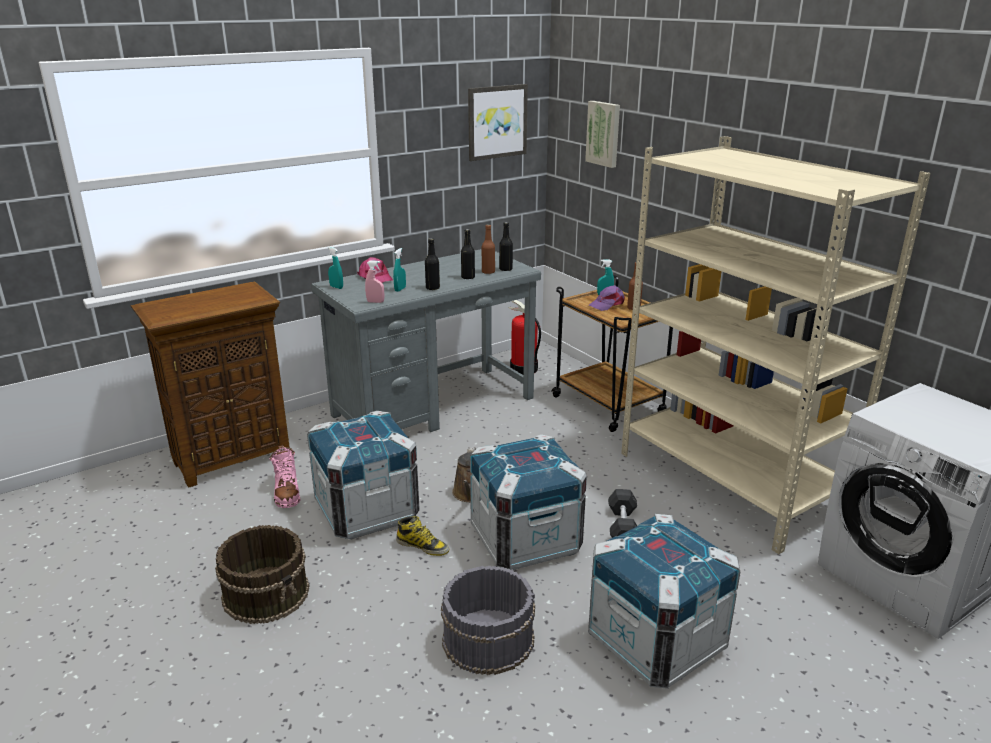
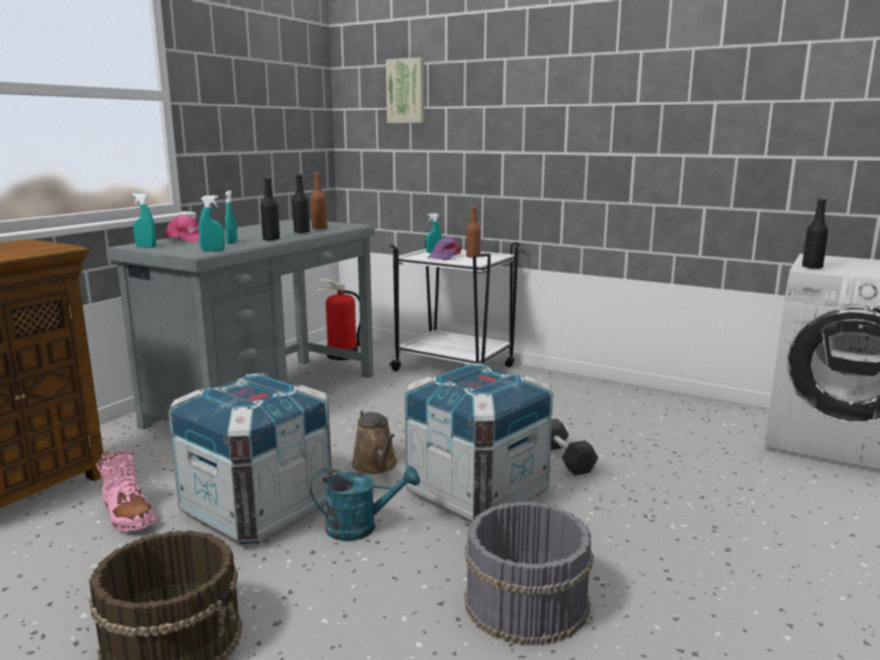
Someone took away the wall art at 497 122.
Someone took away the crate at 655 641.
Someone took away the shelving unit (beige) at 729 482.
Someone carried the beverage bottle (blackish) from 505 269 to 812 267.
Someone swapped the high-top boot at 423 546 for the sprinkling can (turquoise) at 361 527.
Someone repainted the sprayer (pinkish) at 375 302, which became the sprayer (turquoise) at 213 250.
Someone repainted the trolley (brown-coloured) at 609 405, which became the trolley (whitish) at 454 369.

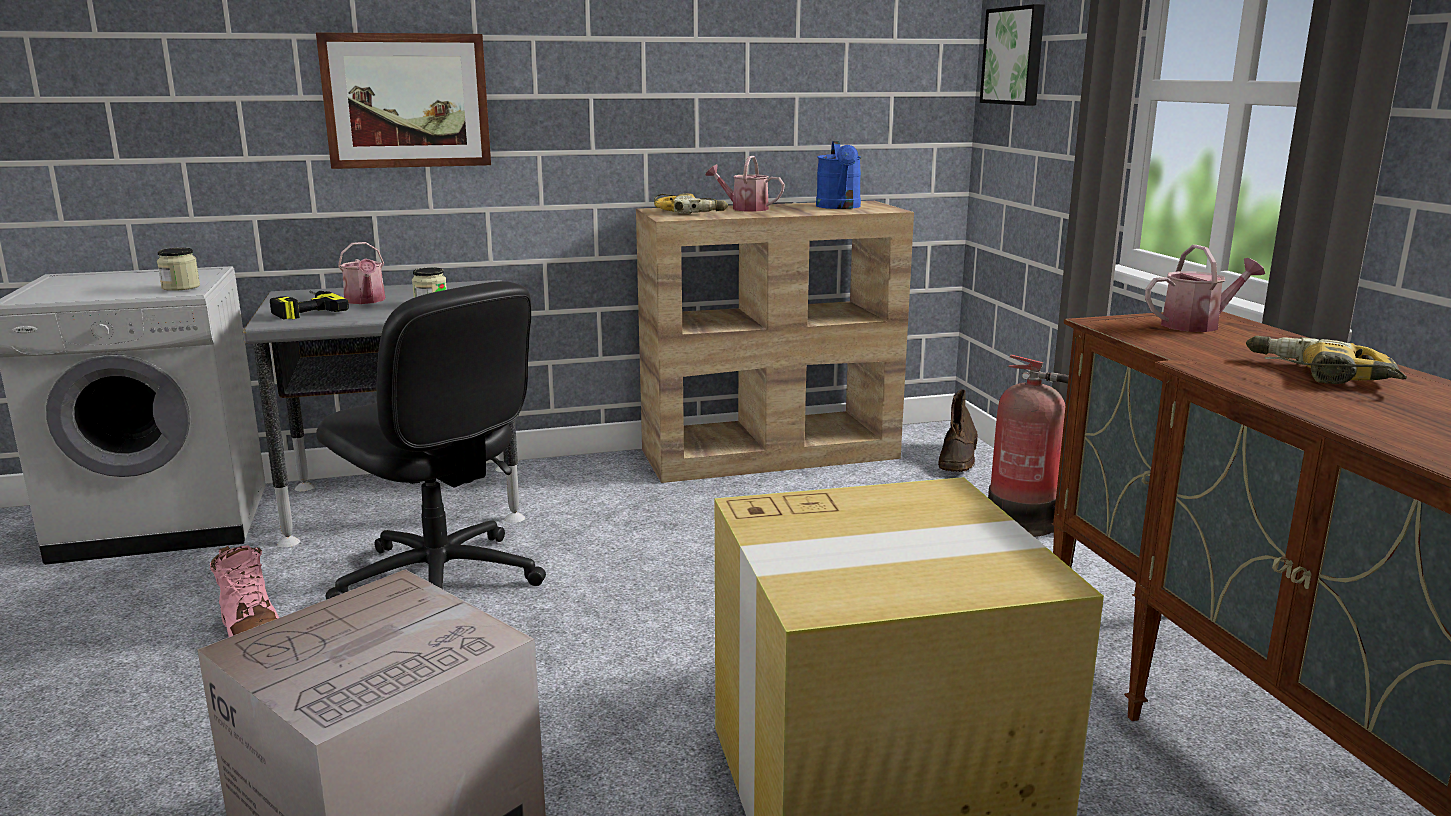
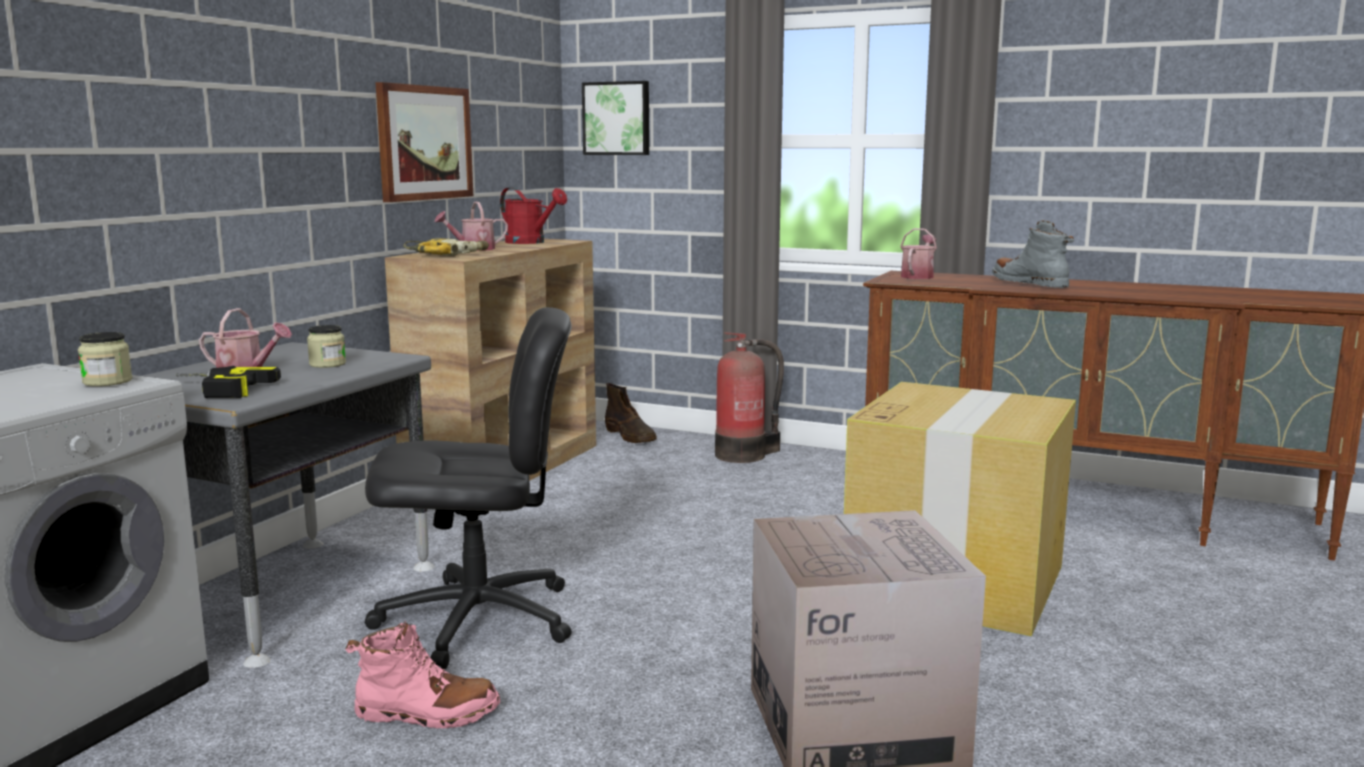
Someone carried the wall art from 406 101 to 424 143.
Someone swapped the power drill at 1318 375 for the high-top boot (greyish) at 1030 284.
Someone repainted the sprinkling can (blue-coloured) at 839 207, which became the sprinkling can (red) at 531 242.

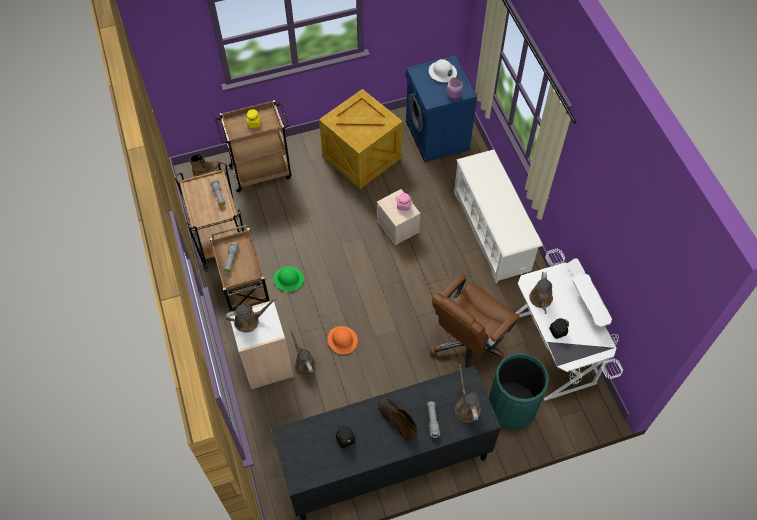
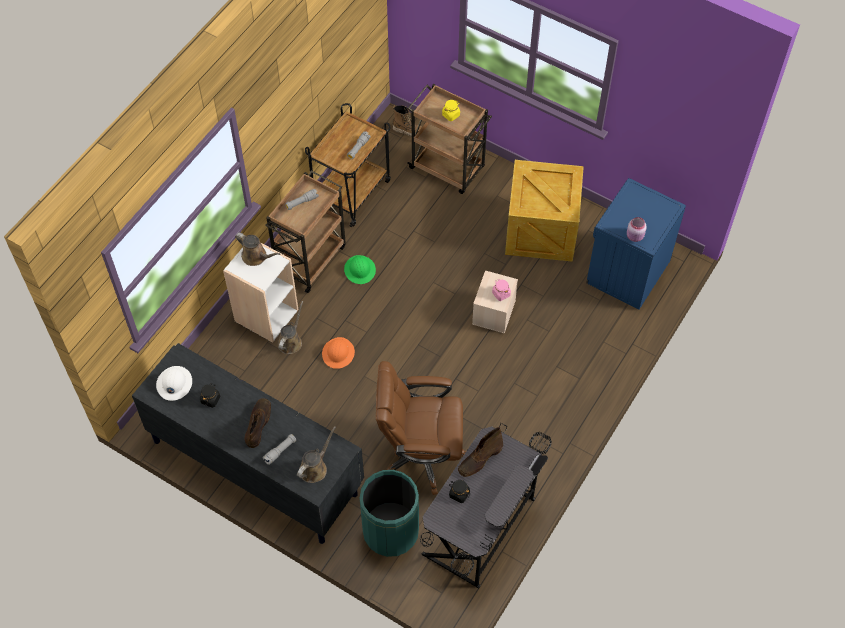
Someone took away the shoe stand (whitish) at 492 231.
Someone carried the safety helmet (whitish) from 442 73 to 174 384.
Someone swapped the sprinkling can (brown-coloured) at 541 300 for the high-top boot (brown-coloured) at 480 459.
Someone repainted the desk table (whitish) at 553 350, which became the desk table (blackish) at 482 528.

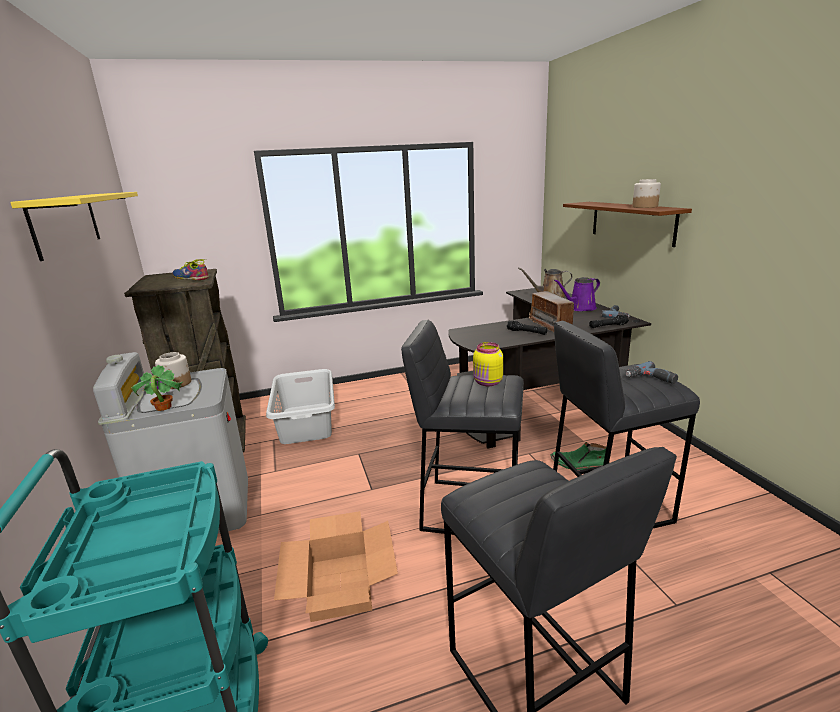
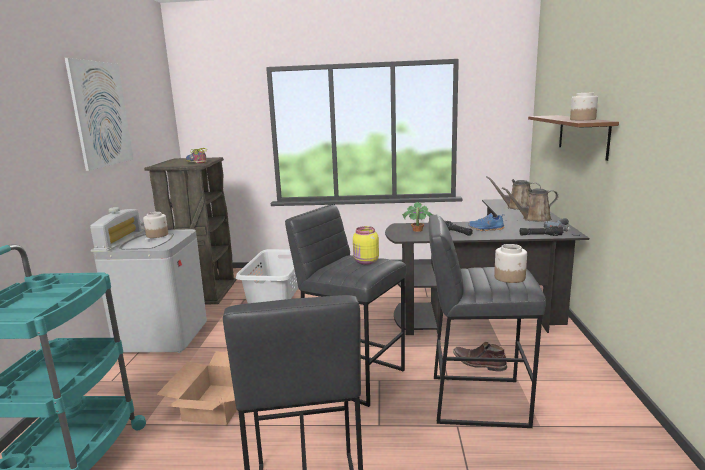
Someone carried the potted plant from 163 408 to 417 230.
Someone swapped the wall shelf (yellowish) at 66 223 for the wall art at 101 114.
Someone swapped the radio receiver at 551 325 for the item of footwear (blue-coloured) at 486 229.
Someone swapped the power drill at 651 379 for the jar at 510 277.
Someone repainted the high-top boot (greenish) at 579 465, which became the high-top boot (brown-coloured) at 478 363.
Someone repainted the sprinkling can (purple) at 580 308, which became the sprinkling can (brown-coloured) at 533 219.

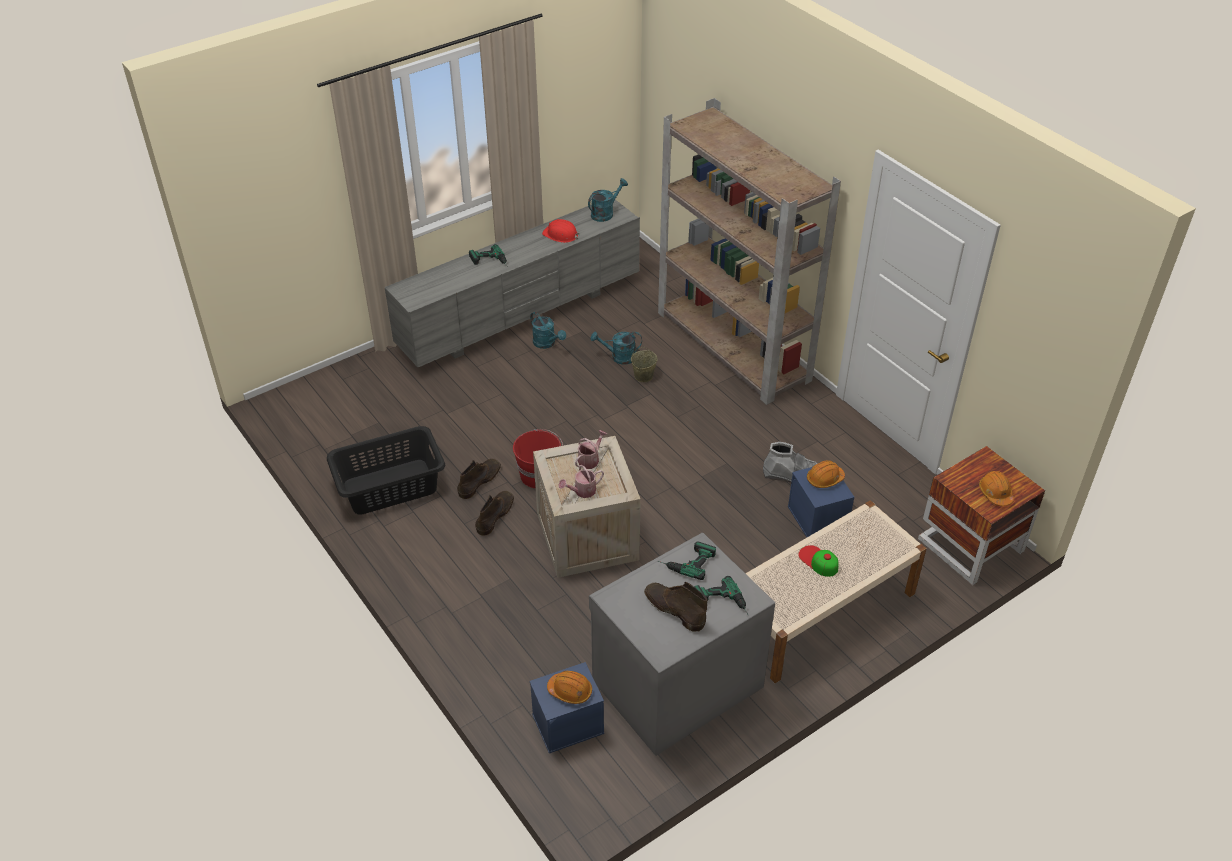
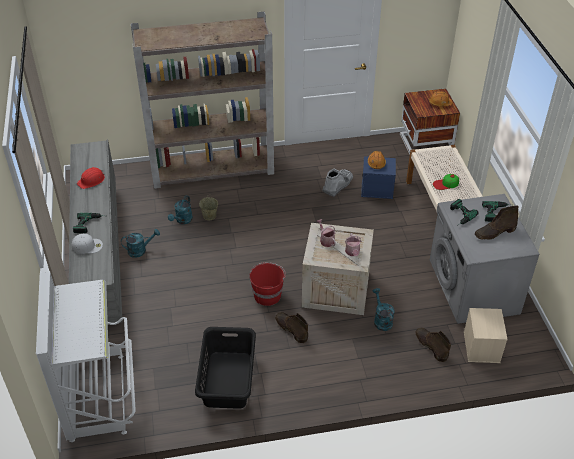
Someone took away the safety helmet (orange-coloured) at 570 691.
Someone put down the shoe stand (whitish) at 101 396.
Someone put down the baseball cap (whitish) at 87 246.
Someone carried the high-top boot (brown-coloured) from 479 481 to 431 346.
Someone carried the sprinkling can (turquoise) from 605 213 to 381 320.
Someone repainted the storage box (blue-coloured) at 568 723, which became the storage box (beige) at 481 346.

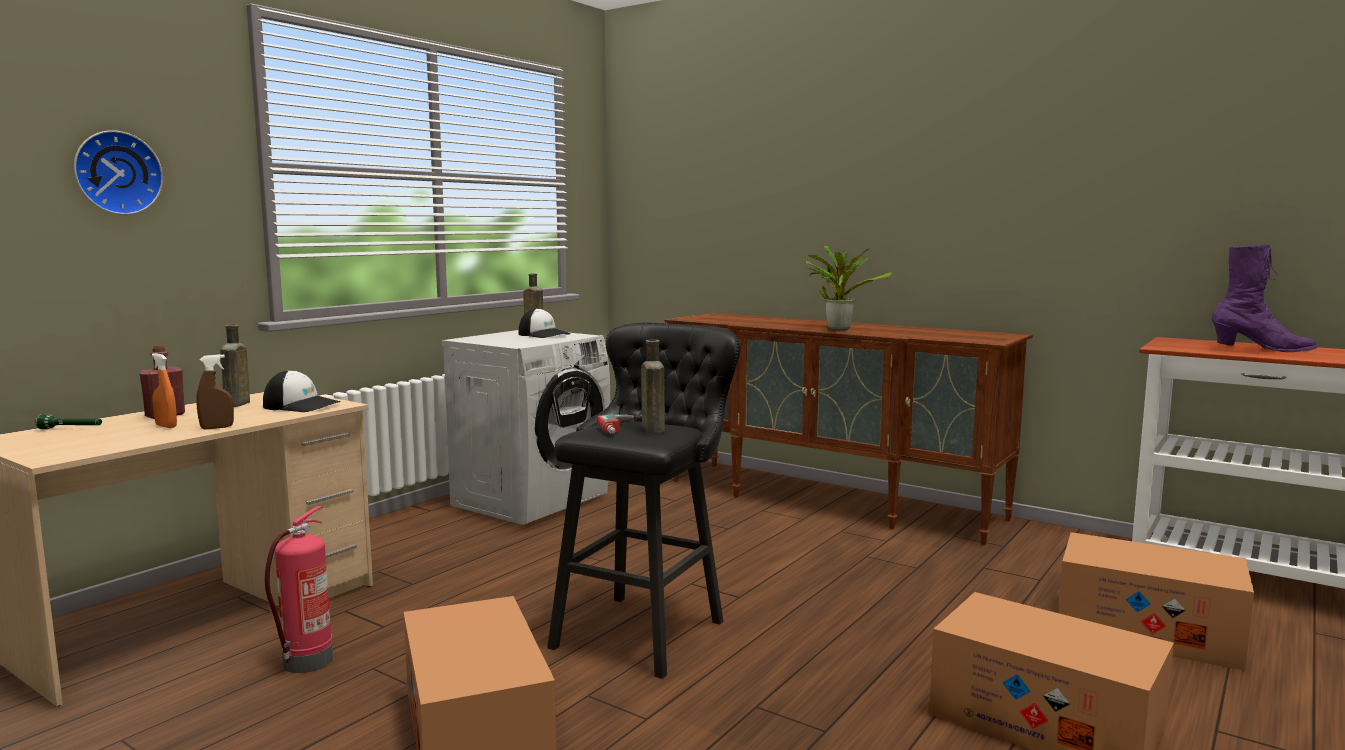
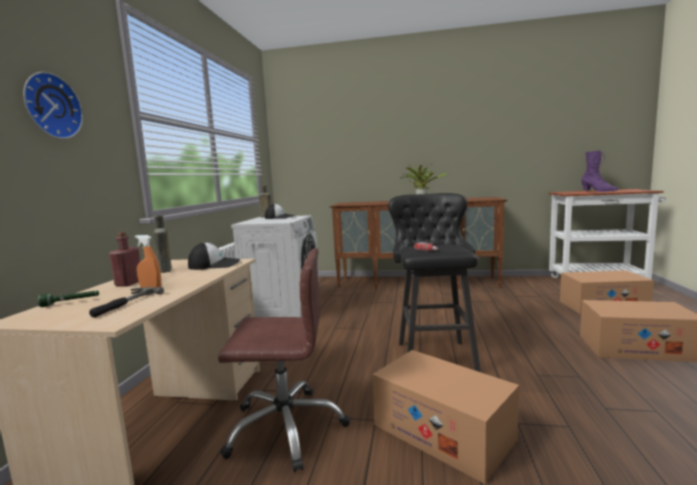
Someone took away the sprayer (brown-coloured) at 217 428.
Someone took away the beverage bottle (brown-coloured) at 652 429.
Someone put down the hand hammer at 124 304.
Someone swapped the fire-fighting cylinder at 307 663 for the office chair (brown-coloured) at 286 427.
Someone rotated the high-top boot (purple) at 1262 349 by 75 degrees clockwise.

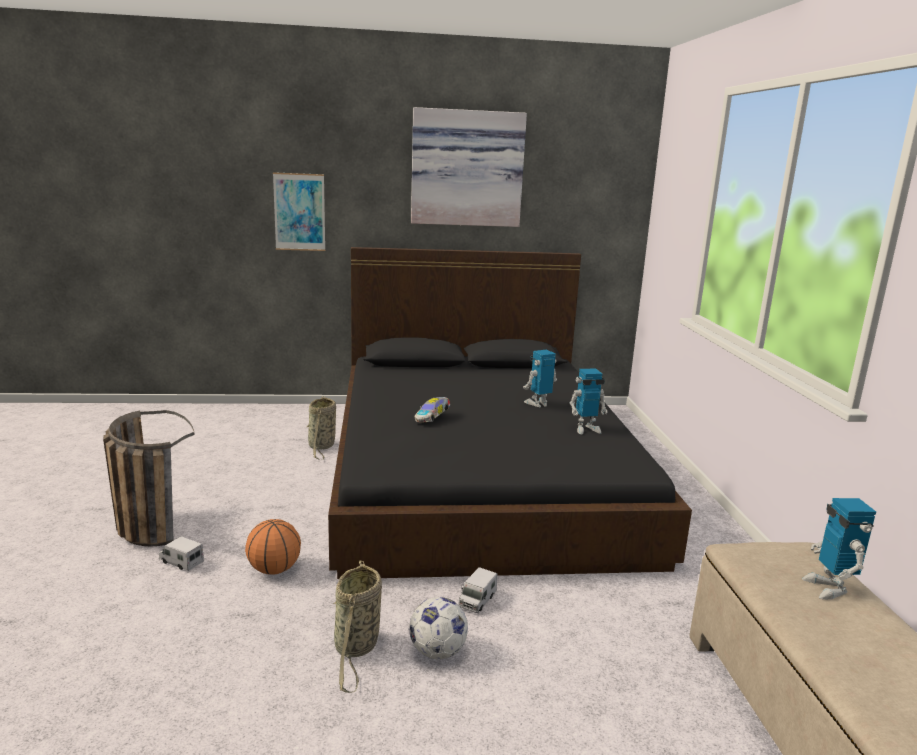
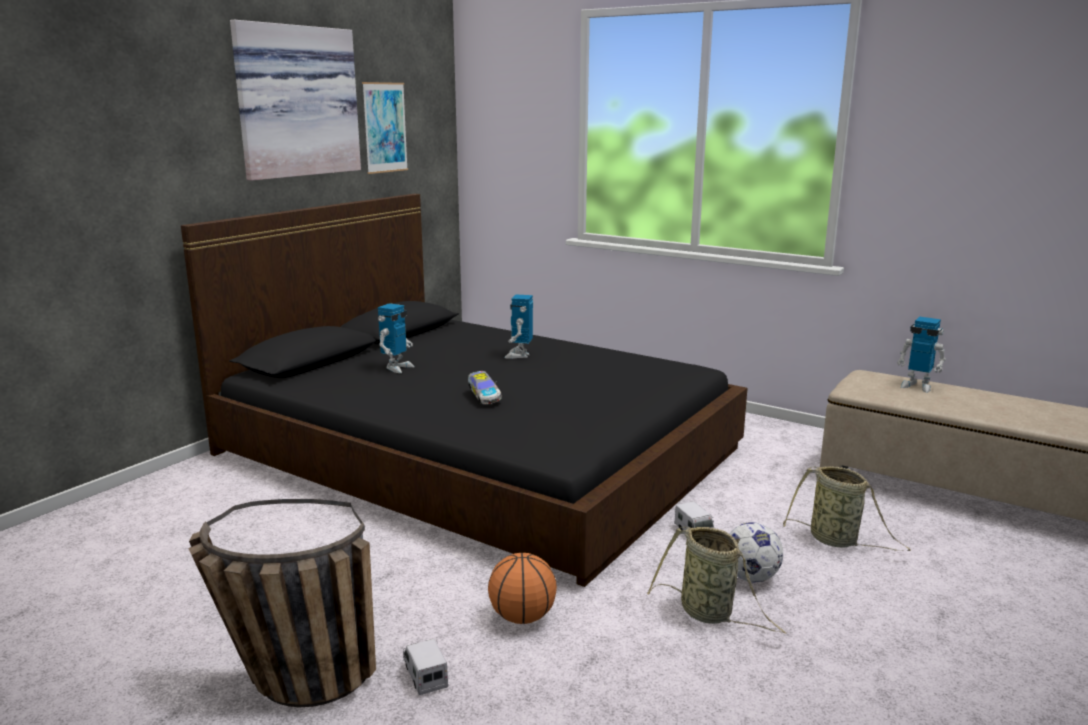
Someone carried the wall art from 299 212 to 385 127.
Someone carried the storage basket from 321 447 to 837 541.
Someone carried the robot figure from 586 429 to 397 368.
Someone rotated the model truck at 181 562 by 90 degrees clockwise.

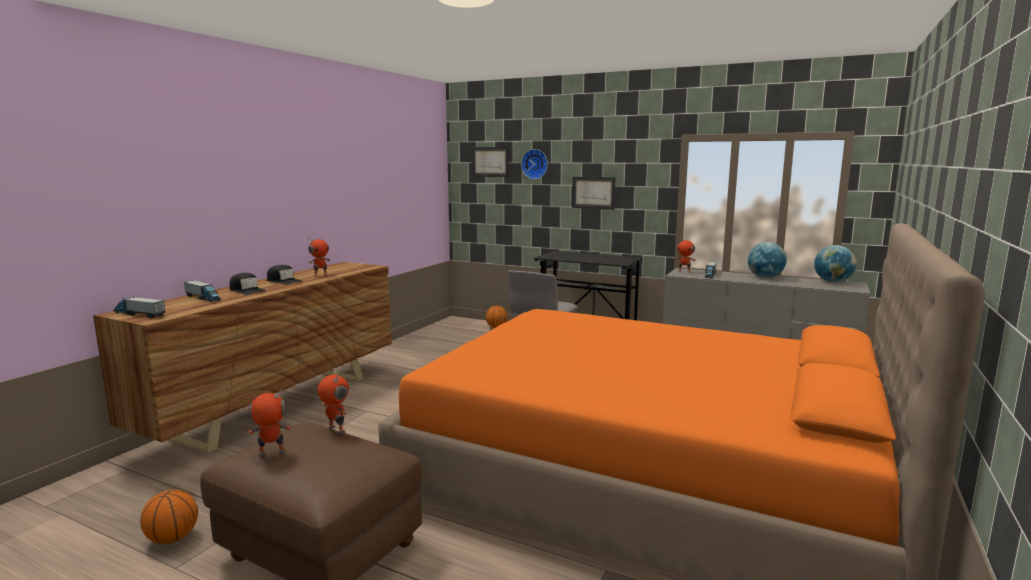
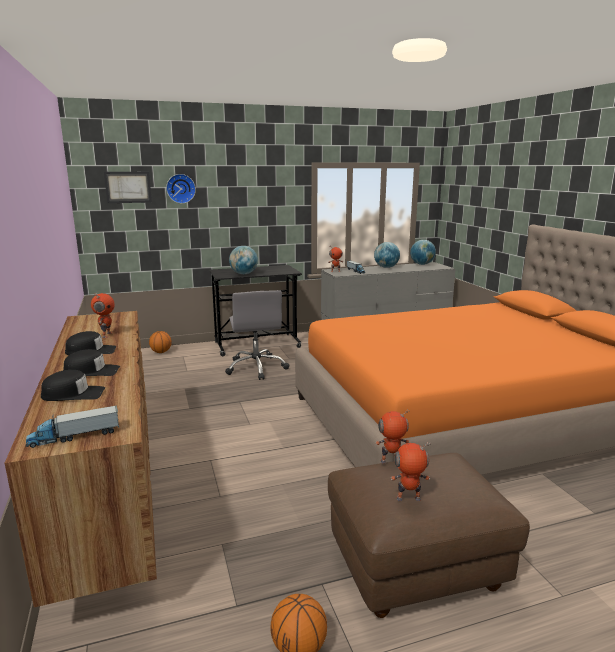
Someone took away the wall art at 593 192.
Someone put down the desk globe at 243 274.
Someone swapped the model truck at 203 298 for the baseball cap (blackish) at 73 394.
Someone rotated the robot figure at 271 453 by 60 degrees clockwise.

